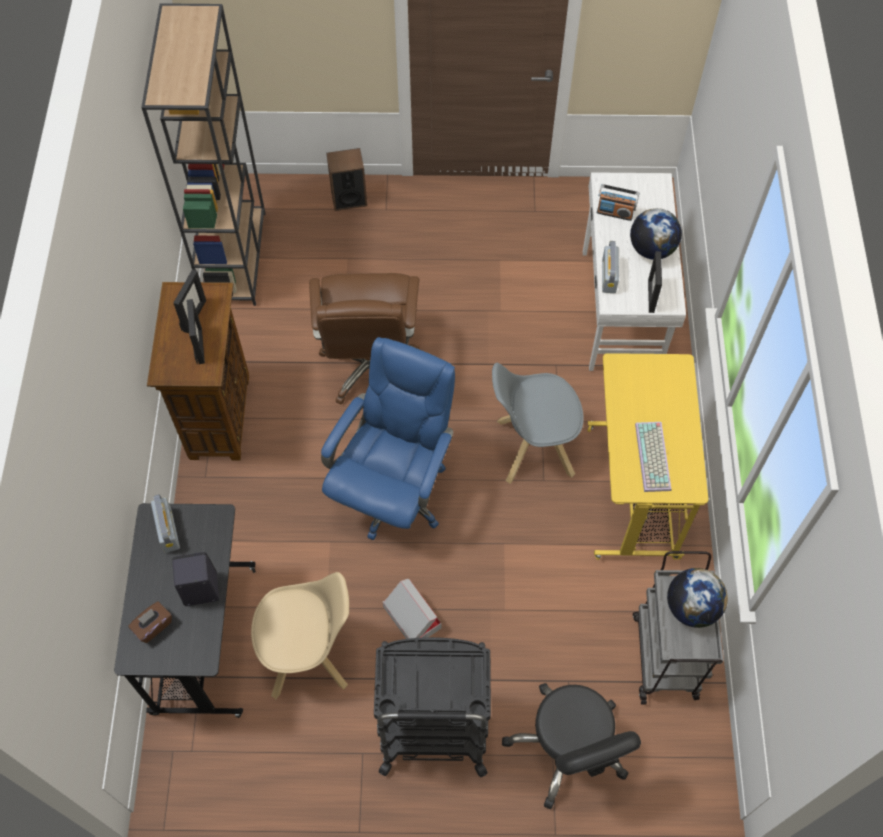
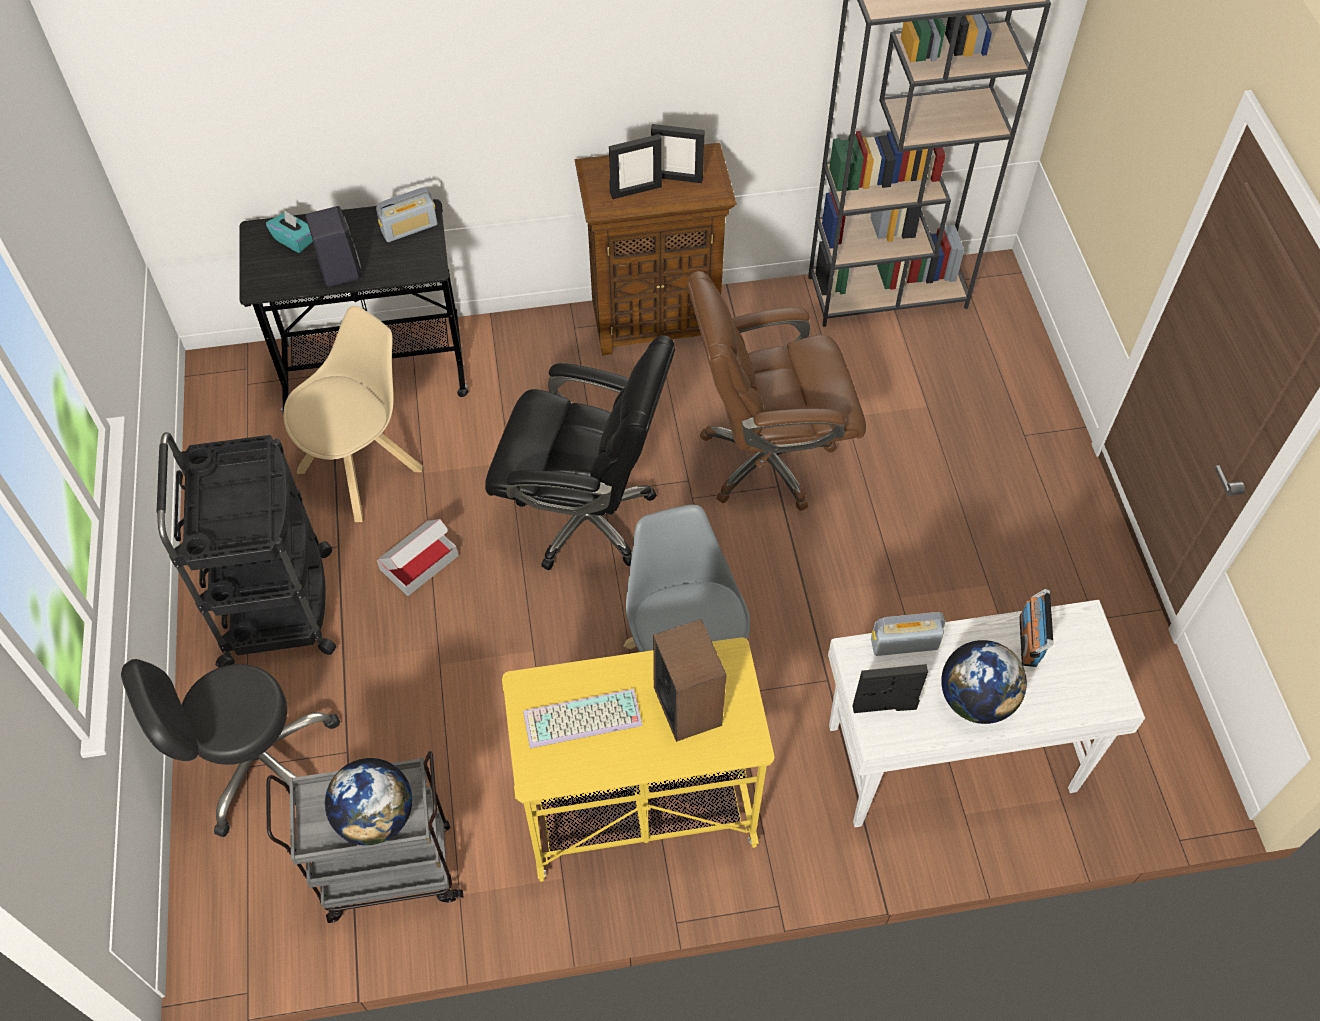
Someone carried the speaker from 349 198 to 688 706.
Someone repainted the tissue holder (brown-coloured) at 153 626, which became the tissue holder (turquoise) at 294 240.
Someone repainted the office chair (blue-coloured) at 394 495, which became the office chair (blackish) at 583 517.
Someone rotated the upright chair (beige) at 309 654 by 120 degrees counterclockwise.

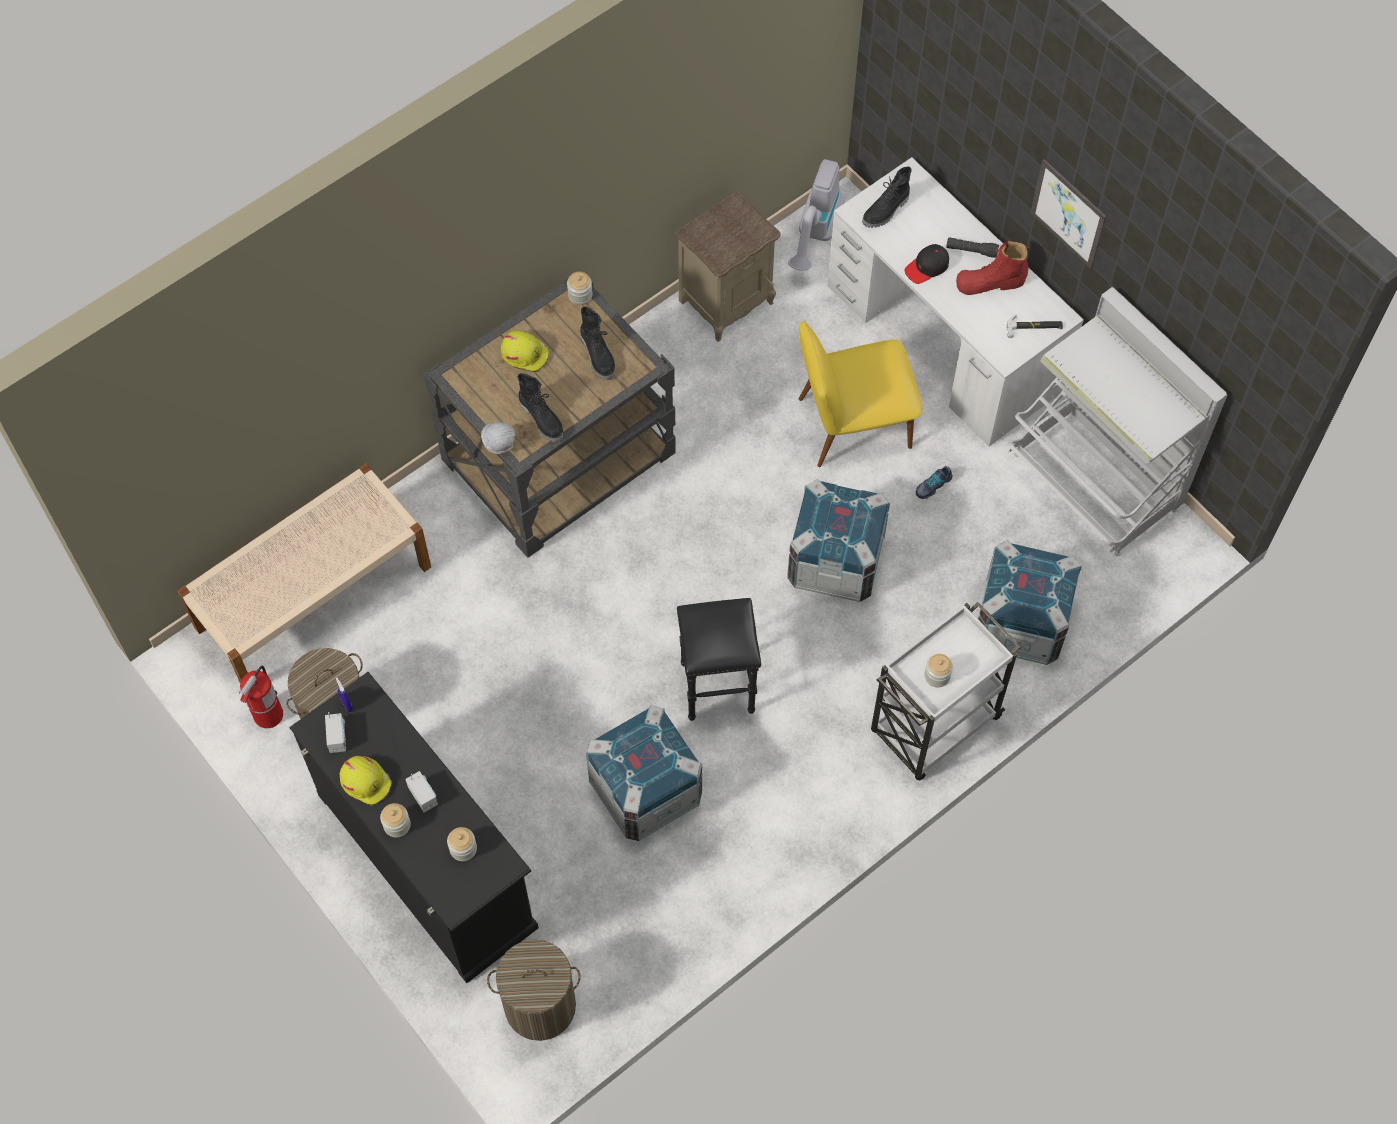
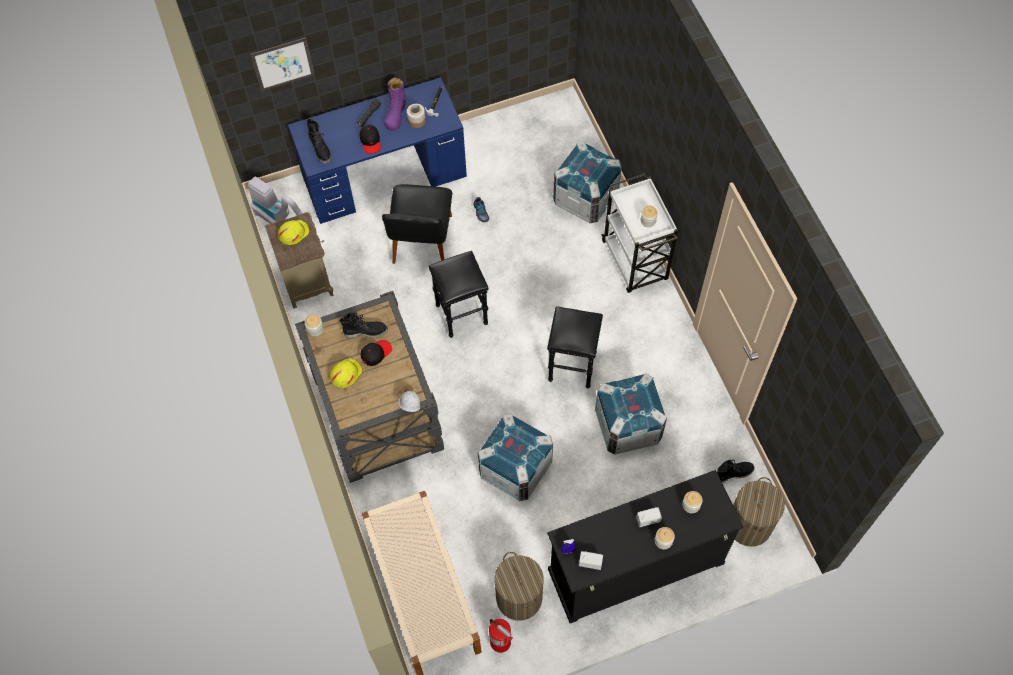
Someone took away the shoe stand (whitish) at 1091 485.
Someone put down the baseball cap (blackish) at 376 353.
Someone put down the jar at 416 120.
Someone put down the sitting stool (blackish) at 462 313.
Someone carried the safety helmet (yellowish) from 366 781 to 293 233.
Someone carried the high-top boot (blackish) from 542 419 to 733 473.
Someone carried the crate from 835 561 to 515 468.
Someone carried the wall art from 1068 213 to 283 64.
Someone repainted the upright chair (yellowish) at 854 423, which became the upright chair (blackish) at 422 239.
Someone repainted the desk table (whitish) at 943 339, which became the desk table (blue-coloured) at 384 175.
Someone repainted the high-top boot (red) at 990 282, which became the high-top boot (purple) at 395 113.

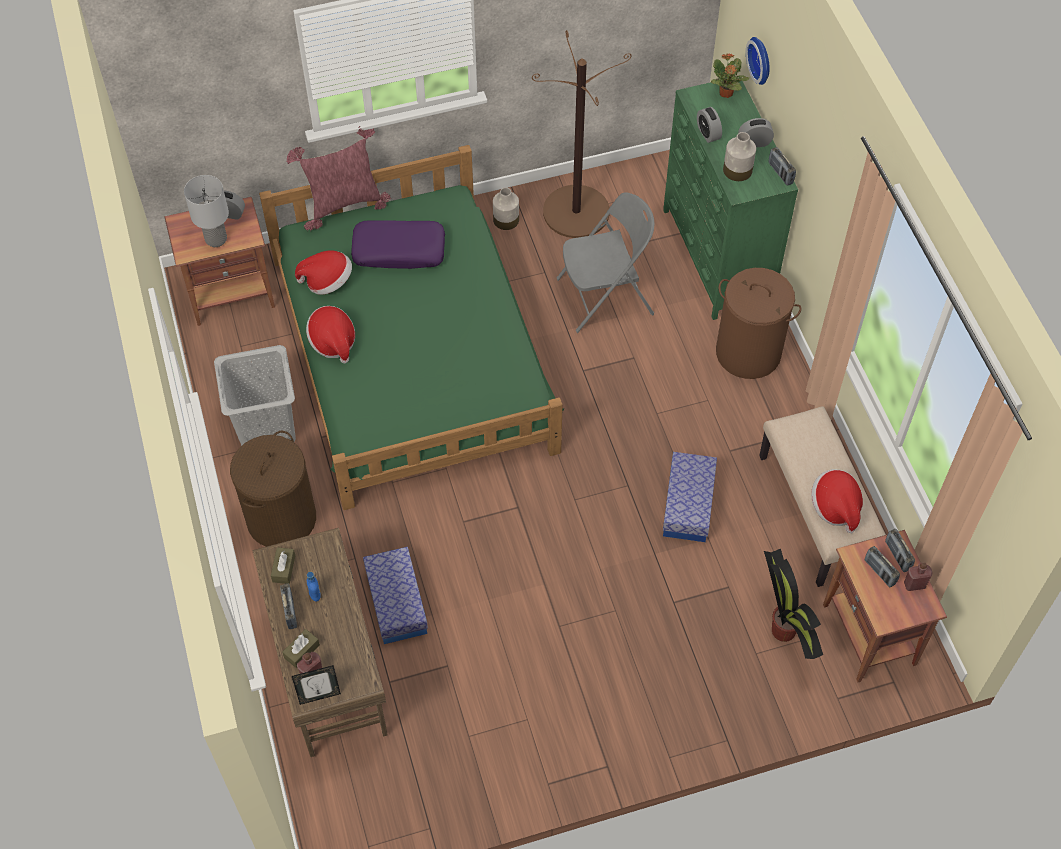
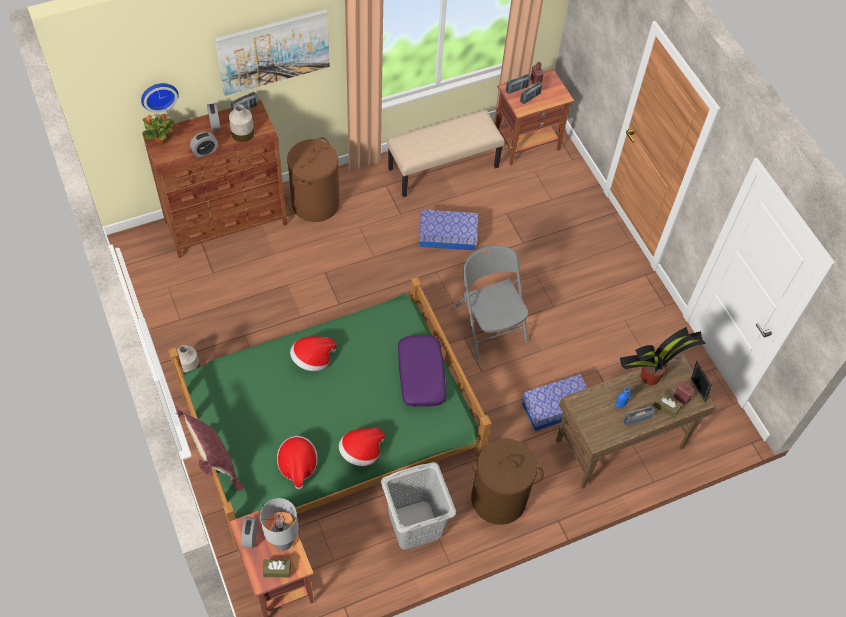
Someone took away the garment stand (brown-coloured) at 576 212.
Someone put up the wall art at 273 51.
Someone carried the tissue holder (brown-coloured) from 284 568 to 277 570.
Someone carried the throw pillow (purple) from 399 250 to 420 375.
Someone carried the upright chair (greyish) from 605 296 to 489 325.
Someone carried the potted plant from 784 632 to 651 376.
Someone carried the wearable hat from 835 507 to 312 359.
Someone repainted the chest of drawers (greenish) at 717 256, which became the chest of drawers (brown-coloured) at 226 222.

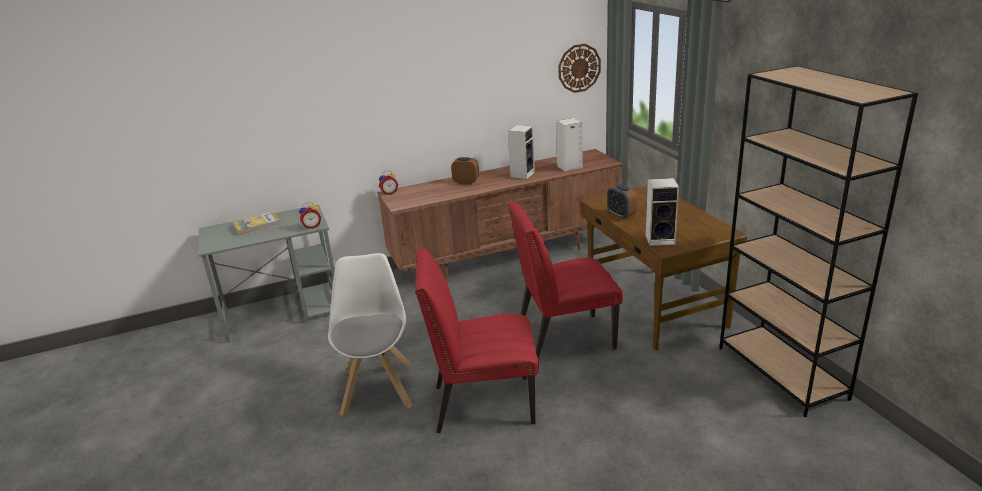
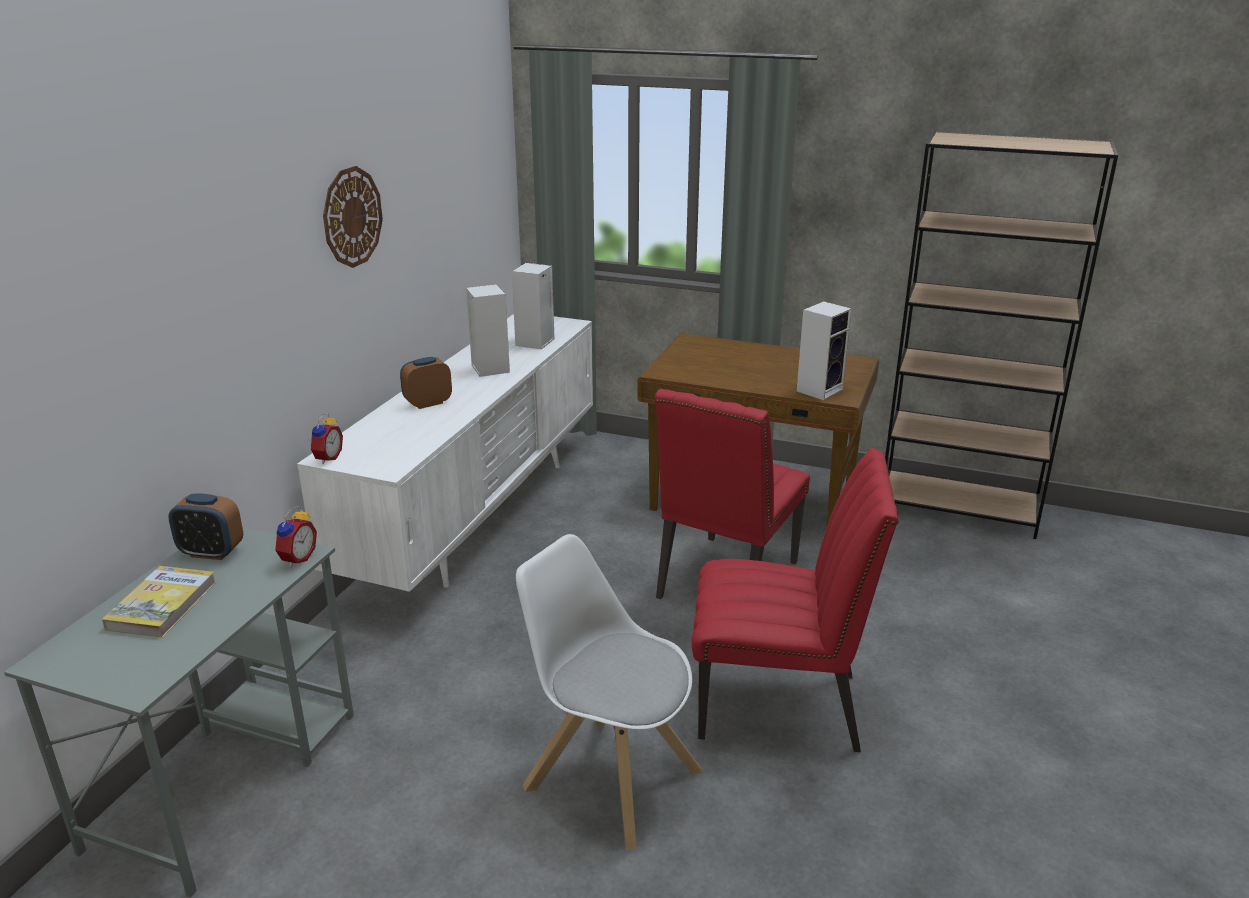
Someone carried the clock on the wall from 579 68 to 352 217.
Someone carried the bedside clock from 621 215 to 211 552.
Someone repainted the storage cabinet (brown-coloured) at 507 256, which became the storage cabinet (whitish) at 477 514.
Someone rotated the upright chair (red) at 484 404 by 120 degrees counterclockwise.

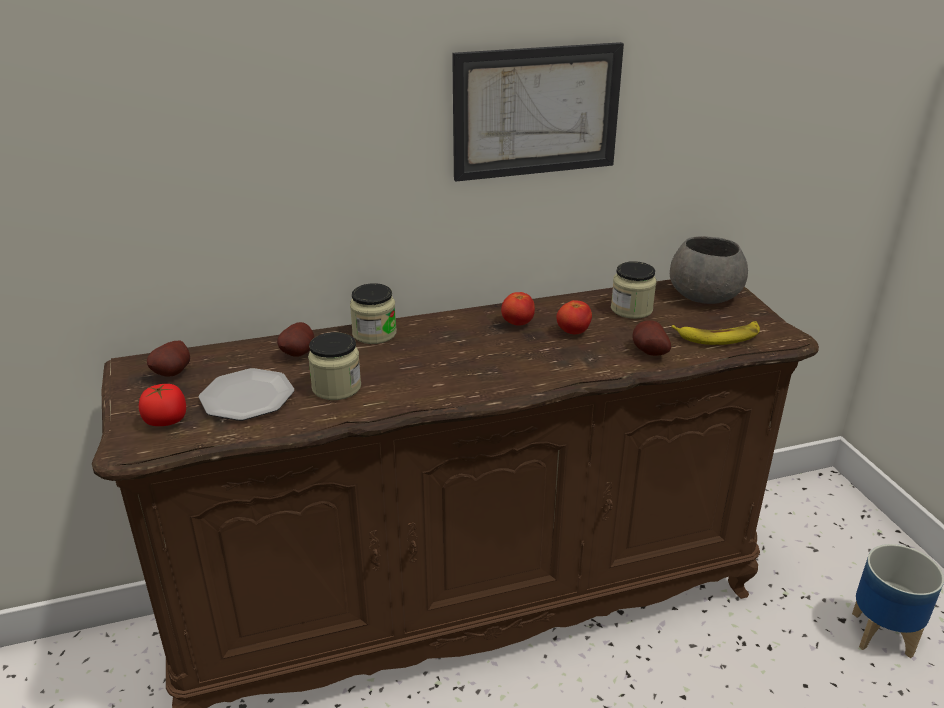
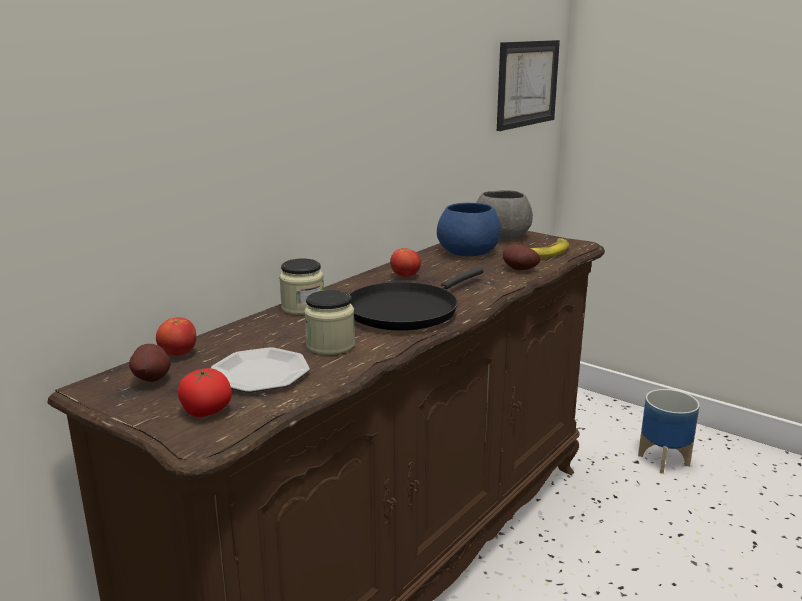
Someone took away the potato at 299 354.
Someone put down the frying pan (blackish) at 406 310.
Someone carried the wall art from 536 111 to 527 83.
Someone carried the whole tomato from 573 332 to 178 354.
Someone swapped the jar at 631 309 for the deep dish (blue-coloured) at 469 252.

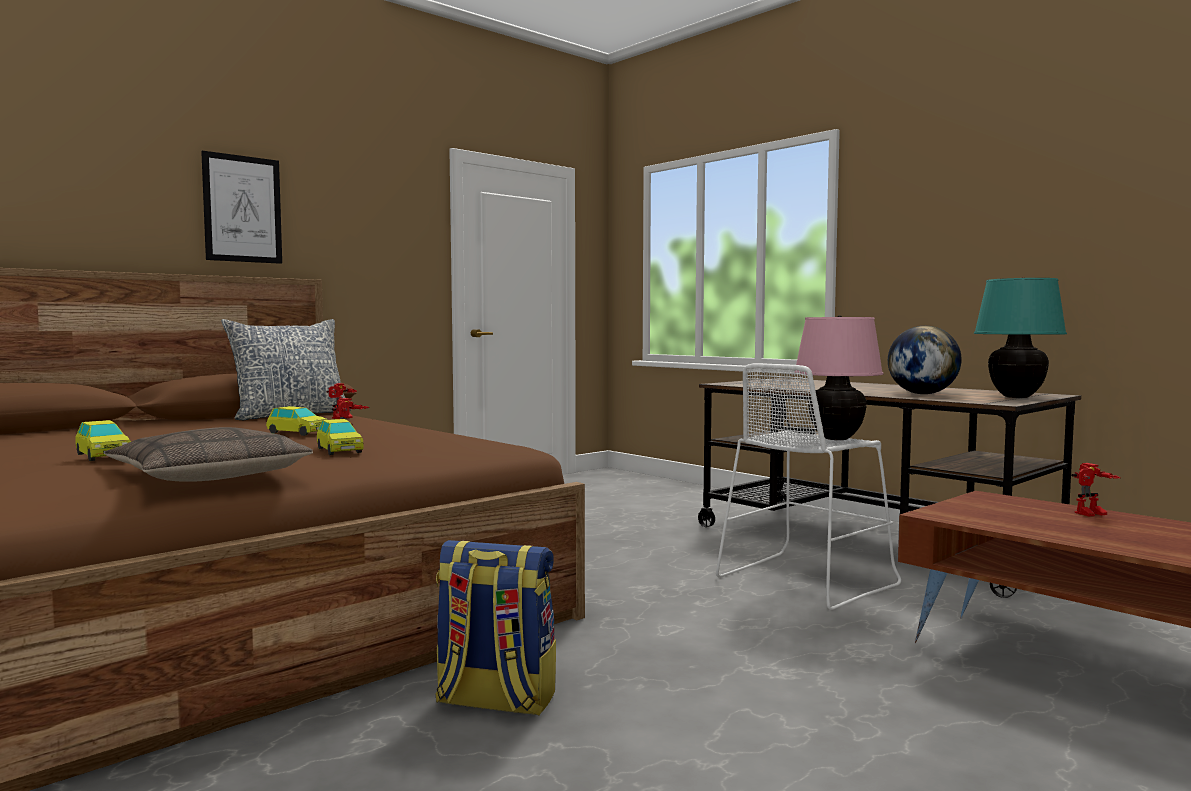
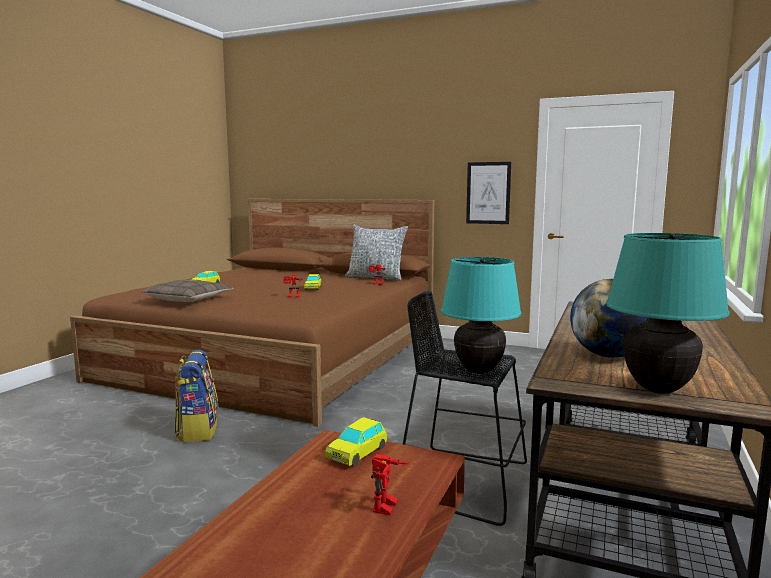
Someone carried the wall art from 242 209 to 488 193.
Someone carried the model car from 339 450 to 357 453.
Someone repainted the sitting stool (whitish) at 805 580, which became the sitting stool (blackish) at 466 482.
Someone repainted the table lamp (pinkish) at 836 438, which became the table lamp (turquoise) at 479 370.
Someone rotated the robot figure at 1092 514 by 120 degrees counterclockwise.

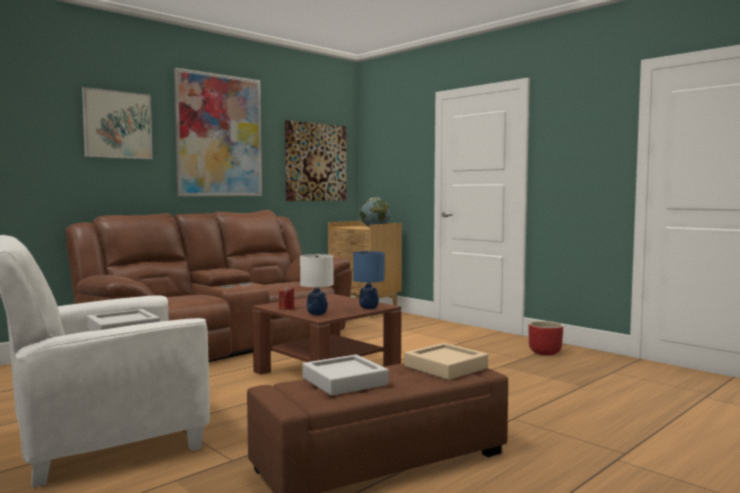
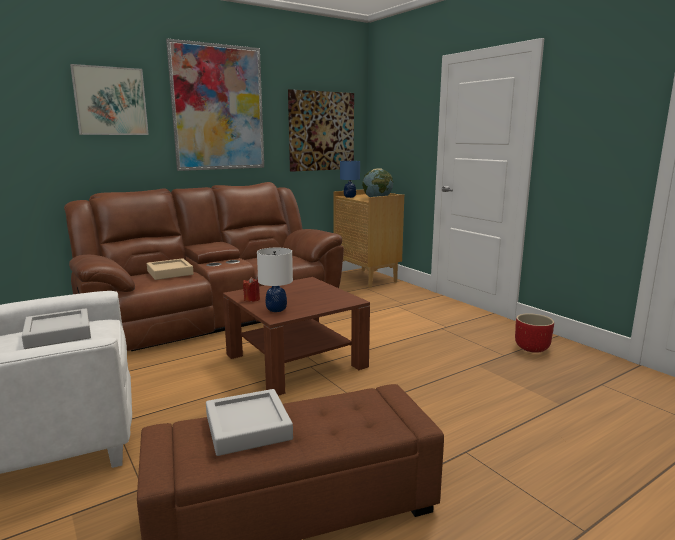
Someone carried the table lamp (blue-coloured) from 368 308 to 349 197.
Someone carried the carrying tray (beige) from 446 367 to 170 273.

